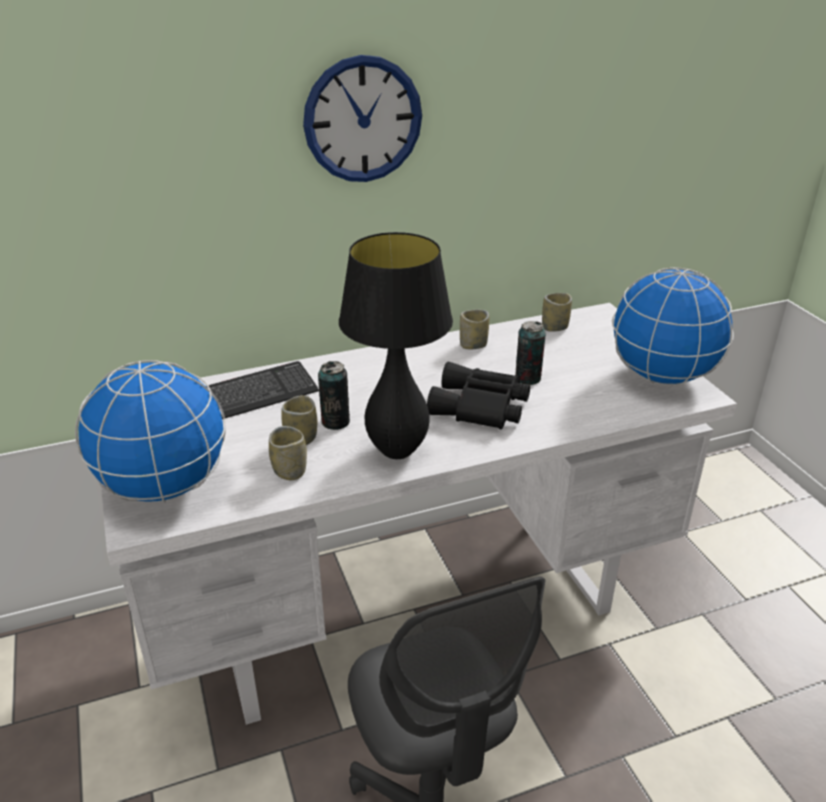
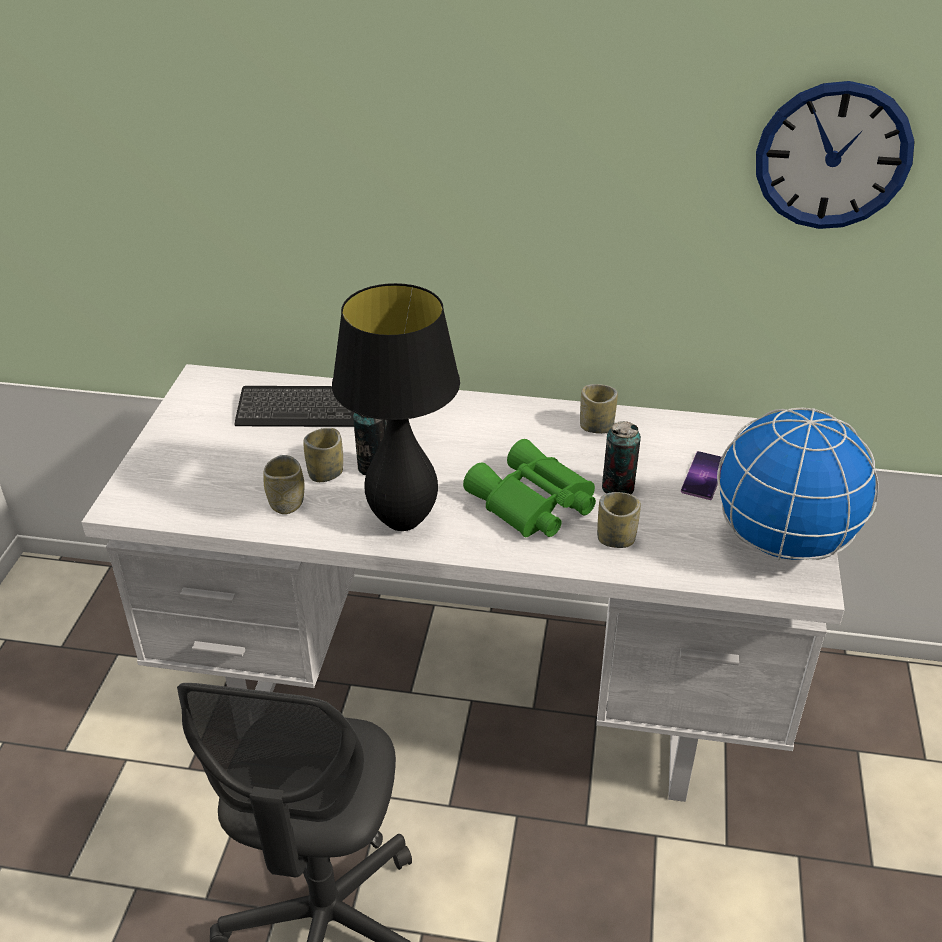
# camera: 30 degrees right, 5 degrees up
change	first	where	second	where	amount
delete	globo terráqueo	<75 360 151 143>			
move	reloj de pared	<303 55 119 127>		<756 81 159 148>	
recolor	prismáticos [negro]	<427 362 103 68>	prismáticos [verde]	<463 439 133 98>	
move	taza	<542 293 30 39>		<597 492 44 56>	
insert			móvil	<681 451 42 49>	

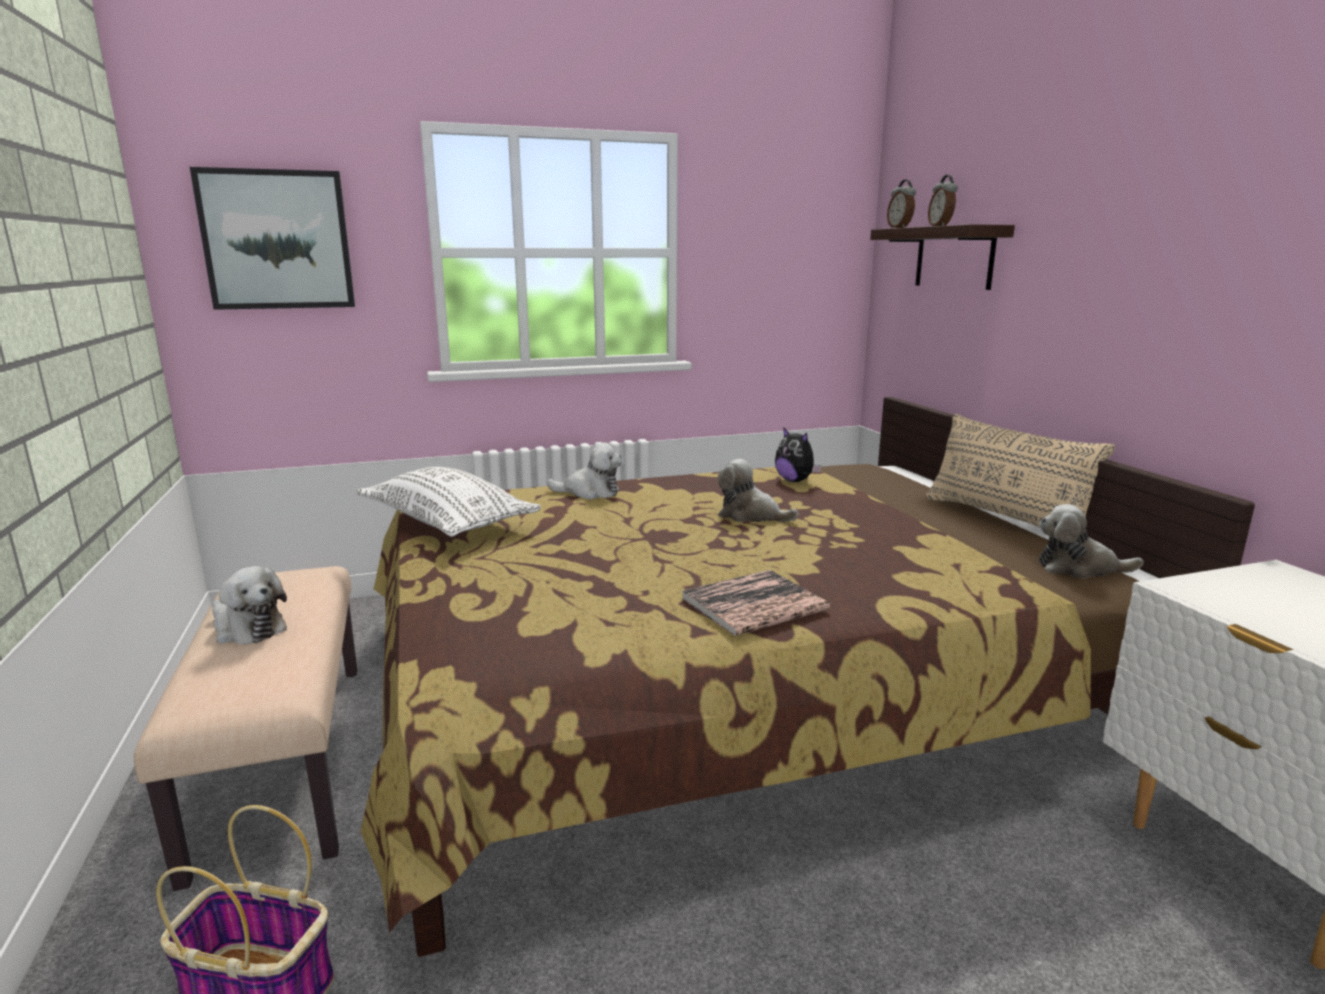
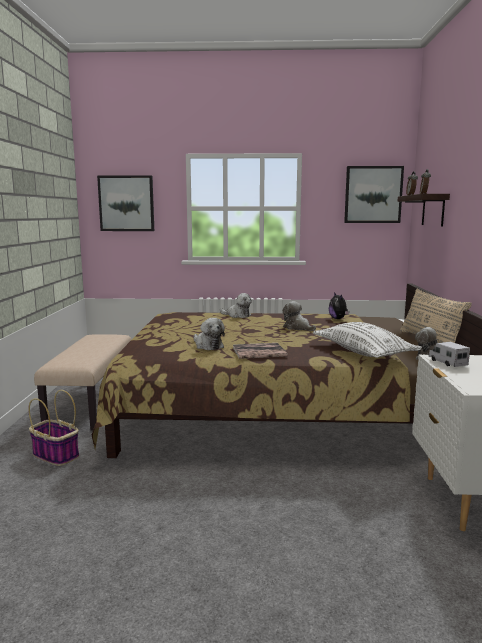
# camera: 20 degrees right, 5 degrees down
change	first	where	second	where	amount
move	peluche	<212 566 75 79>		<194 318 31 32>	
move	cojín [blanco]	<356 467 185 70>		<313 322 109 36>	
insert			cuadro	<344 166 60 57>	
insert			camión de juguete	<429 342 41 25>	

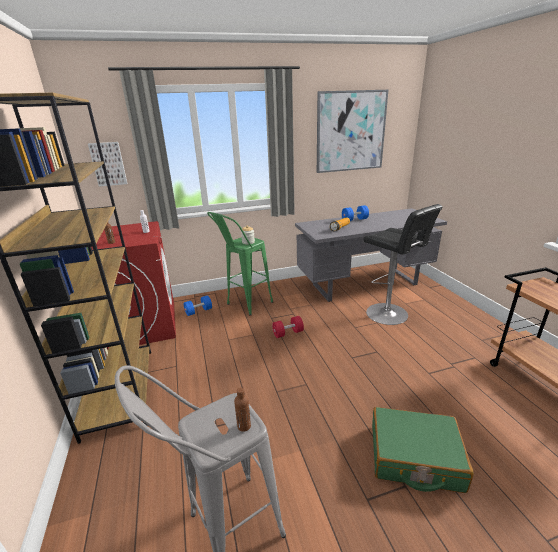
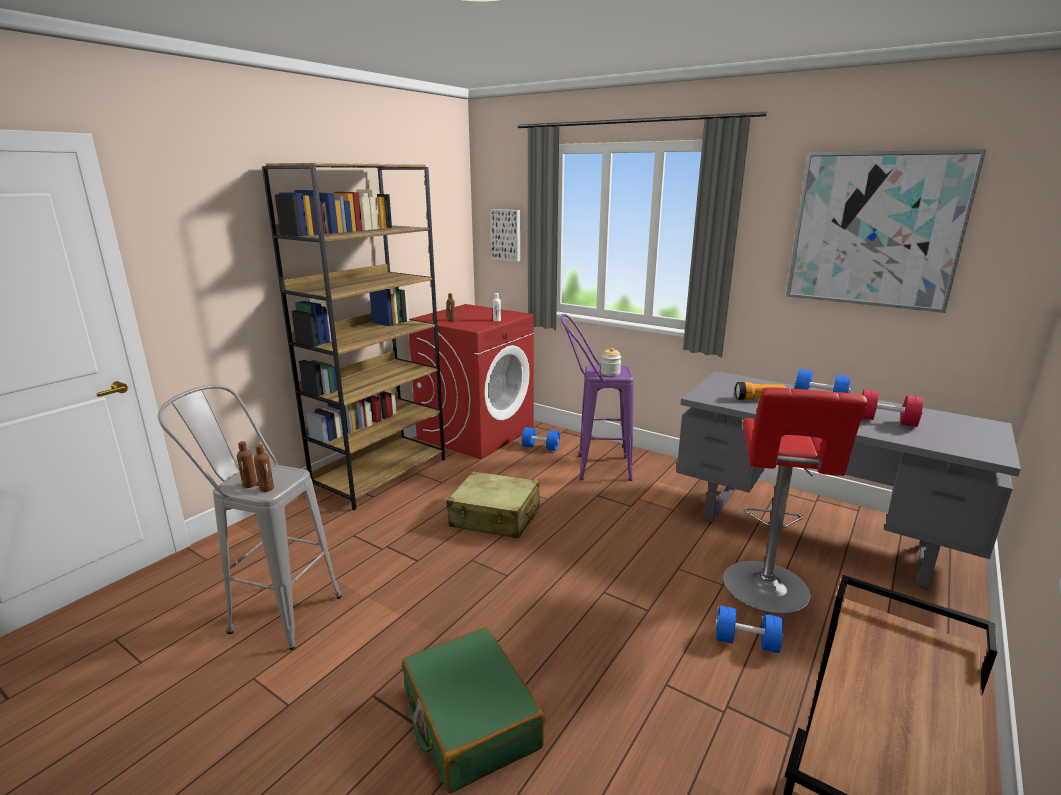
# camera: 50 degrees right, 5 degrees down
change	first	where	second	where	amount
recolor	taburete [verde]	<207 212 66 104>	taburete [morado]	<560 314 74 167>	
move	mancuerna [rojo]	<272 316 32 22>		<862 389 61 38>	
recolor	taburete [negro]	<363 204 80 121>	taburete [rojo]	<723 387 144 227>	
insert			botella [marrón]	<237 441 20 47>	
insert			maleta [beis]	<446 471 94 68>	
insert			mancuerna [azul]	<715 605 68 48>	

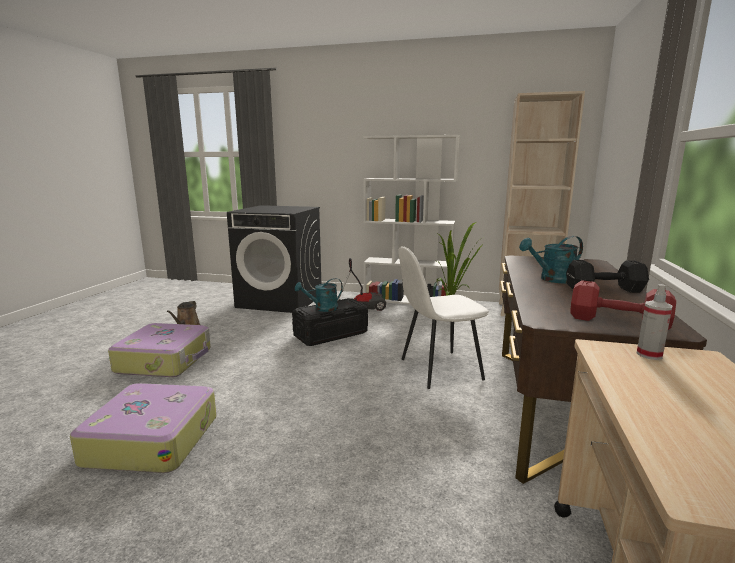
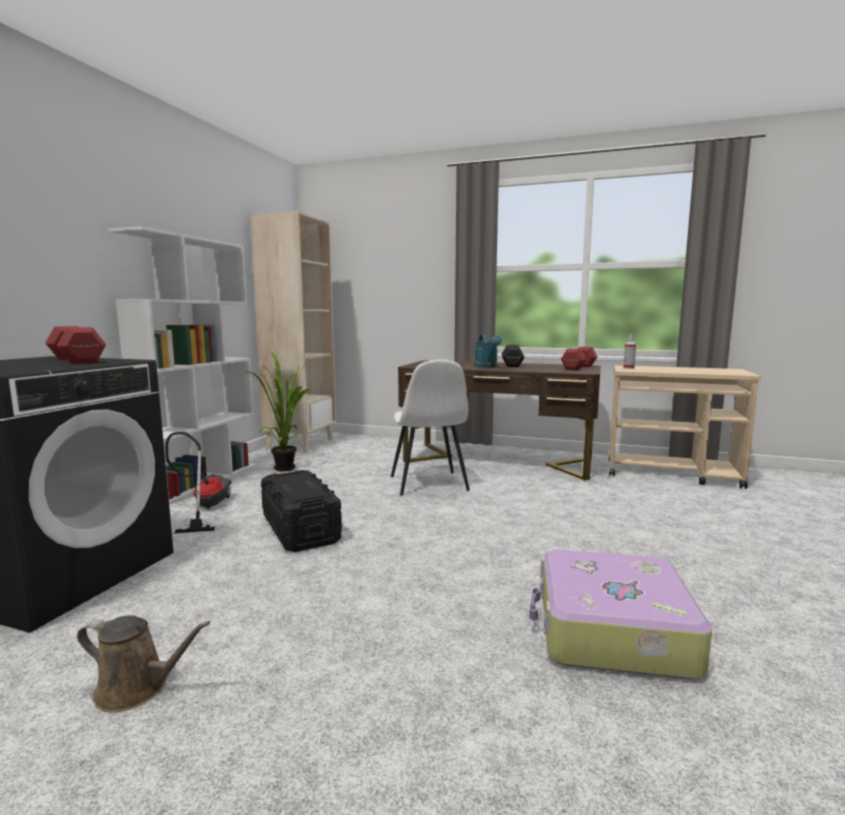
# camera: 85 degrees left, 5 degrees down
change	first	where	second	where	amount
delete	maleta	<108 323 103 54>			
delete	regadera [turquesa]	<295 278 48 34>			
insert			mancuerna [rojo]	<45 326 61 38>	

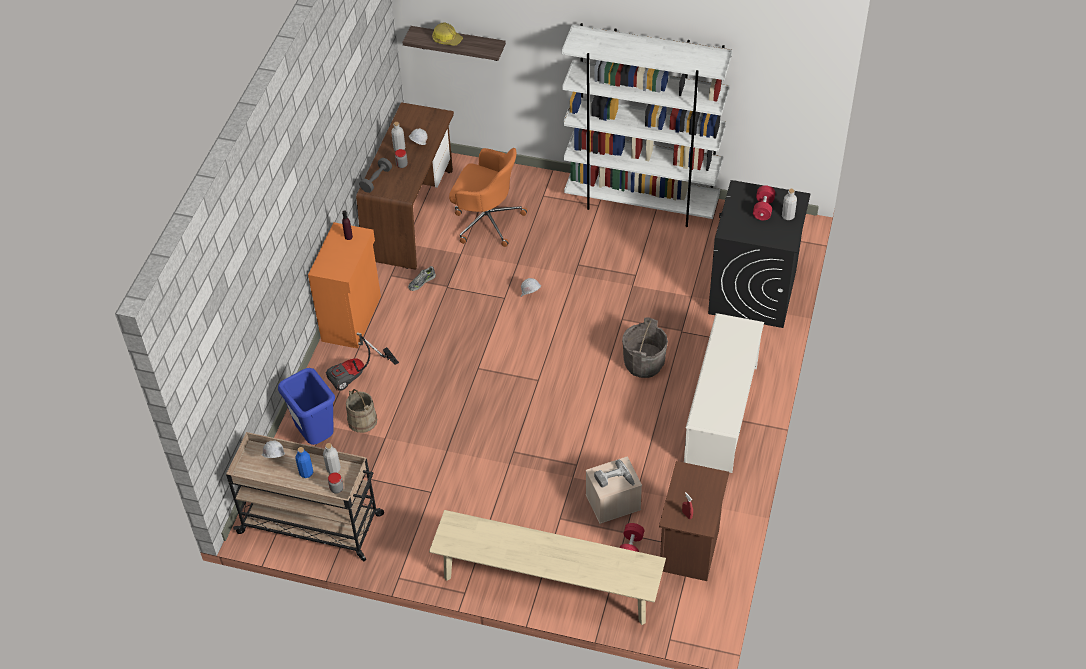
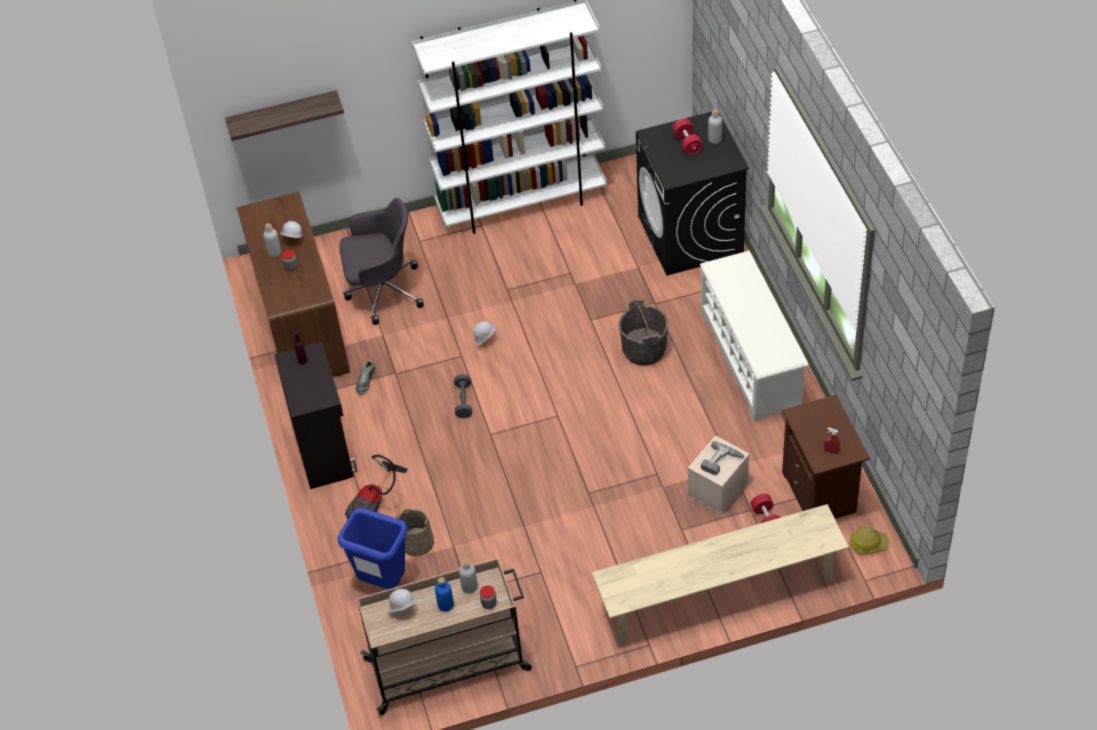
# camera: 30 degrees left, 0 degrees up
change	first	where	second	where	amount
recolor	armario [naranja]	<308 222 73 126>	armario [negro]	<274 342 83 147>	
move	mancuerna [gris]	<359 158 33 35>		<454 374 18 44>	
move	casco	<432 23 31 23>		<849 526 40 28>	
recolor	silla de oficina [naranja]	<449 148 79 99>	silla de oficina [gris]	<340 198 84 127>	

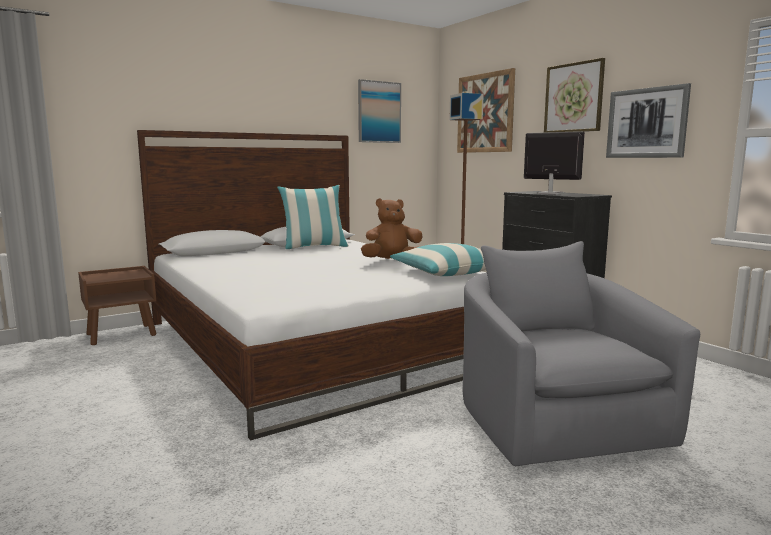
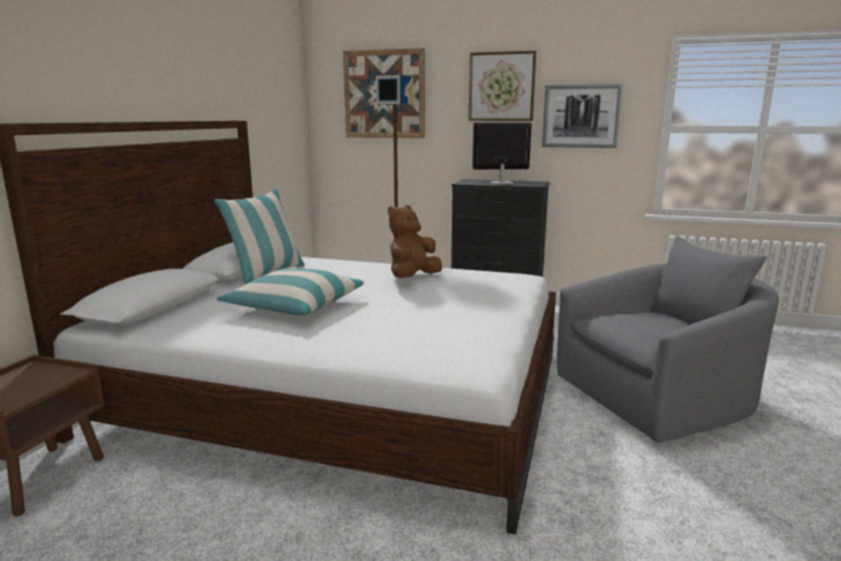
# camera: 40 degrees left, 5 degrees up
change	first	where	second	where	amount
delete	cuadro	<358 79 43 64>			
move	cojín	<390 243 96 33>		<217 268 147 48>	
rotate	sillón [gris]	<463 241 237 225>		<557 236 222 207>	120 degrees clockwise

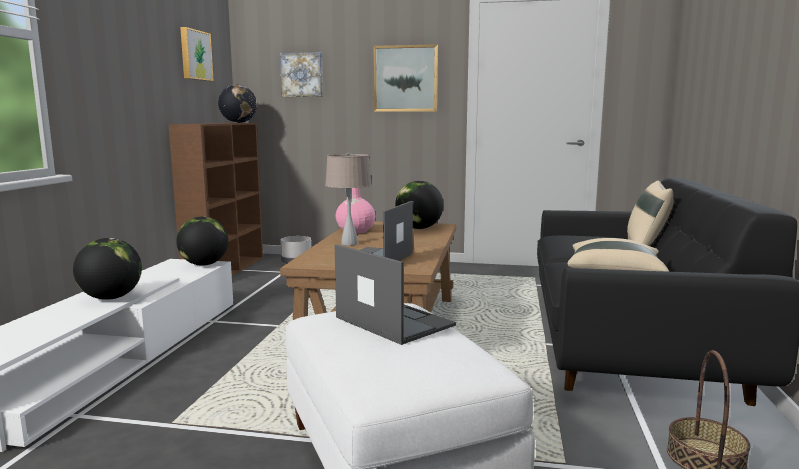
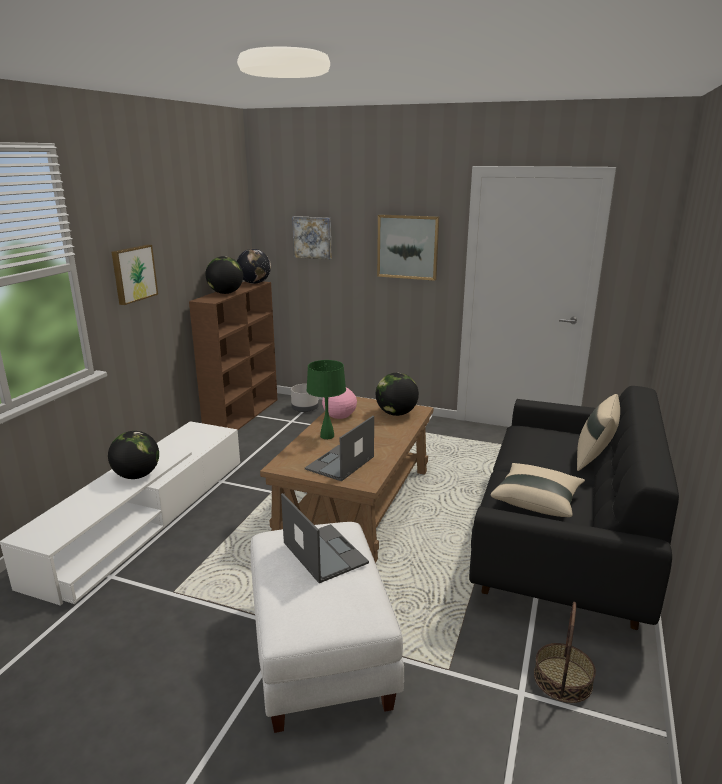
# camera: 10 degrees right, 10 degrees up
change	first	where	second	where	amount
move	globo terráqueo	<176 217 52 49>		<205 256 38 38>	
move	cuadro	<180 27 34 54>		<112 245 46 60>	
recolor	lámpara de mesa [beis]	<325 153 47 93>	lámpara de mesa [verde]	<306 360 40 79>	

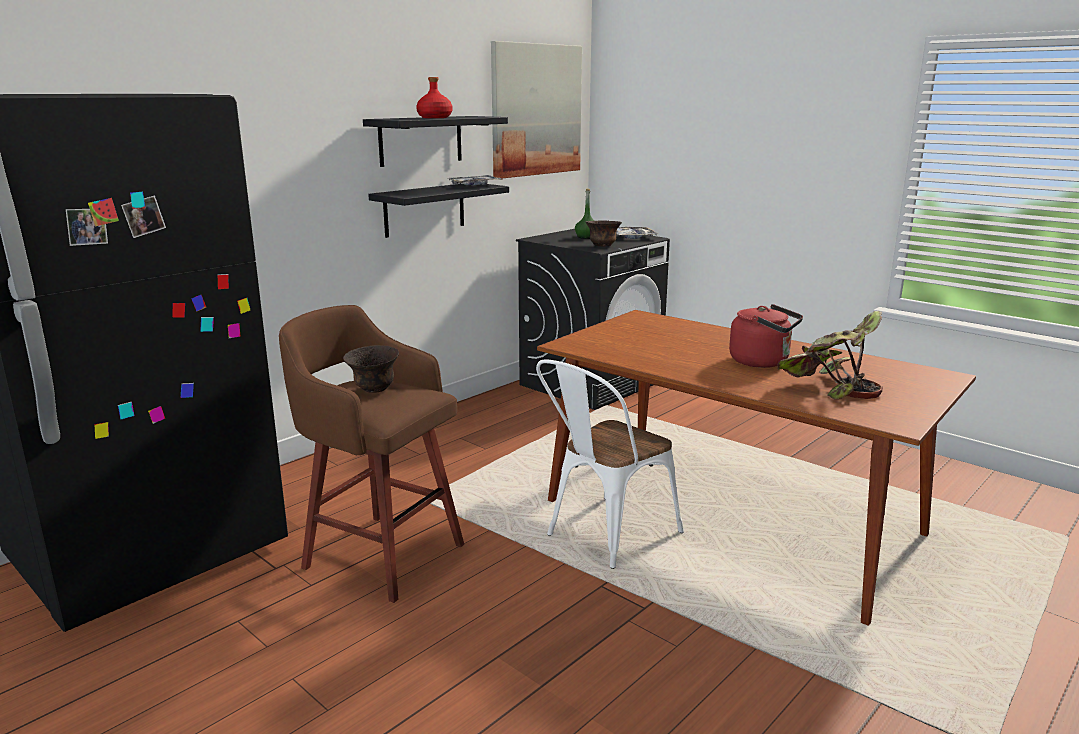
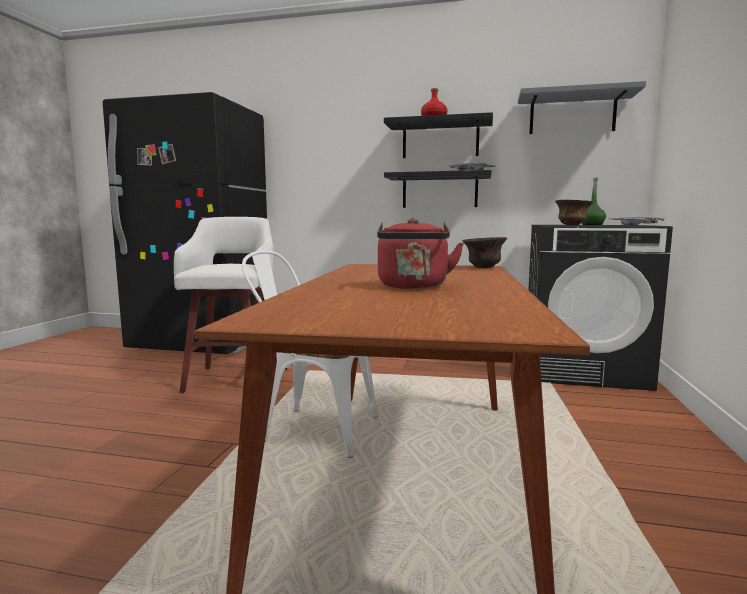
# camera: 60 degrees right, 10 degrees down
change	first	where	second	where	amount
recolor	taburete [marrón]	<279 305 185 298>	taburete [blanco]	<174 217 99 176>	
move	cuenco [marrón]	<343 345 56 48>		<462 237 45 31>	
replace	cuadro	<491 41 91 137>	estante [gris]	<518 81 128 53>	
delete	planta en maceta	<778 311 105 88>			

